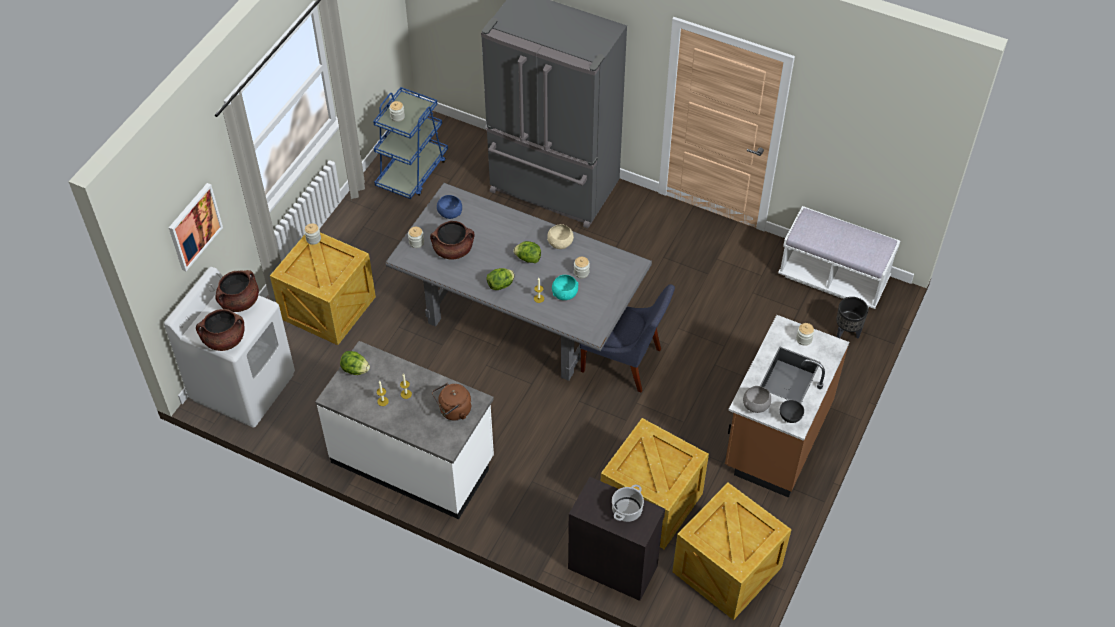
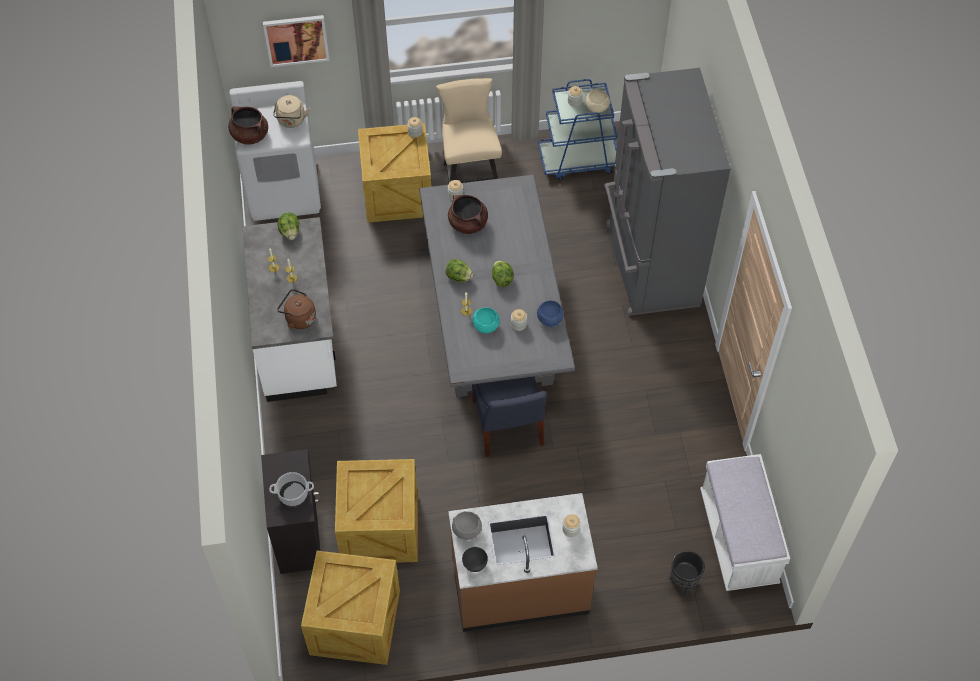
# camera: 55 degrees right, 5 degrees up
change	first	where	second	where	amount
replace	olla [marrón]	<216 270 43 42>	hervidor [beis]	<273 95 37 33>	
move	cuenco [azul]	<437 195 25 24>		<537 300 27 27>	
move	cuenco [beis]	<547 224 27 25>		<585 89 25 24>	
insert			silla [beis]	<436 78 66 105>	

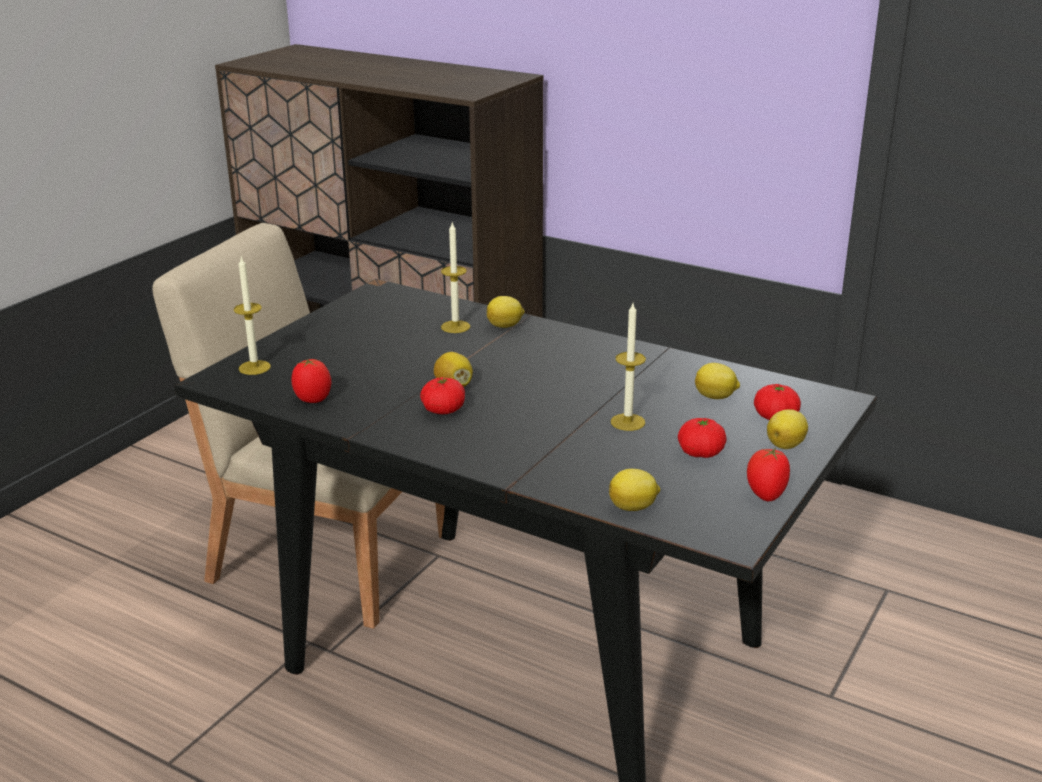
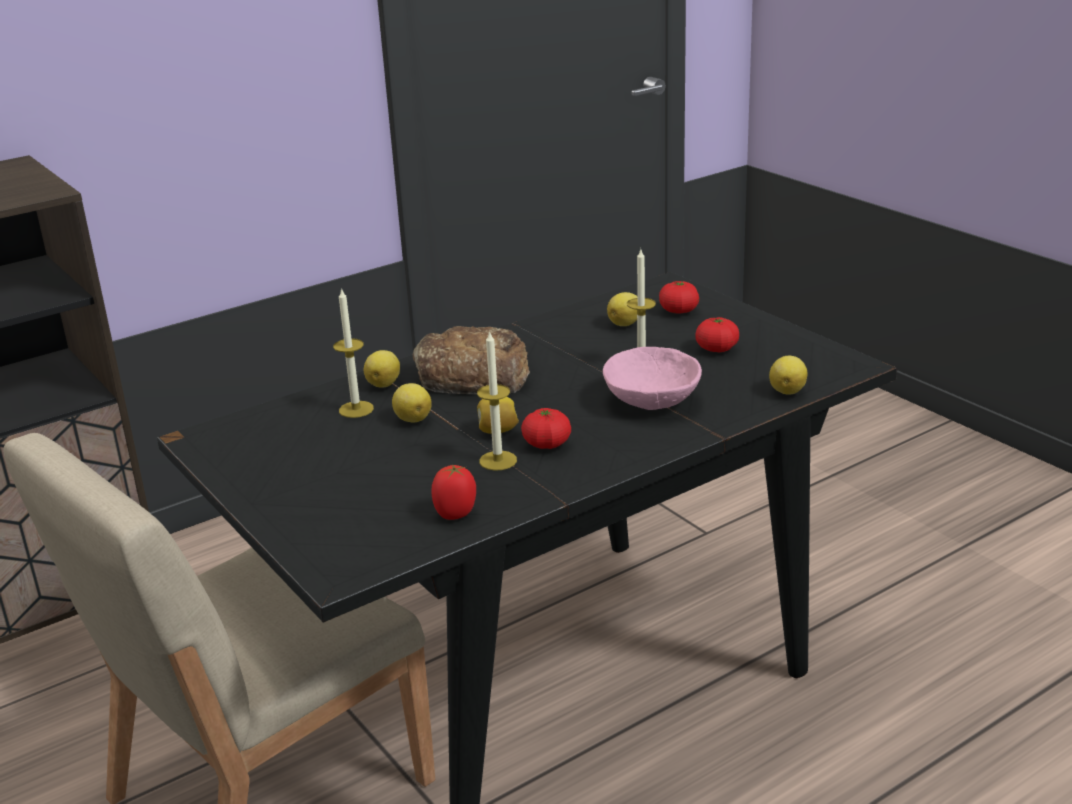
# camera: 65 degrees left, 0 degrees up
change	first	where	second	where	amount
move	vela	<233 257 38 118>		<477 330 40 141>	
delete	tomate	<747 448 43 53>			
move	limón	<767 409 41 40>		<392 383 39 40>	
insert			pan	<413 326 117 68>	
insert			cuenco [rosa]	<603 347 99 63>	

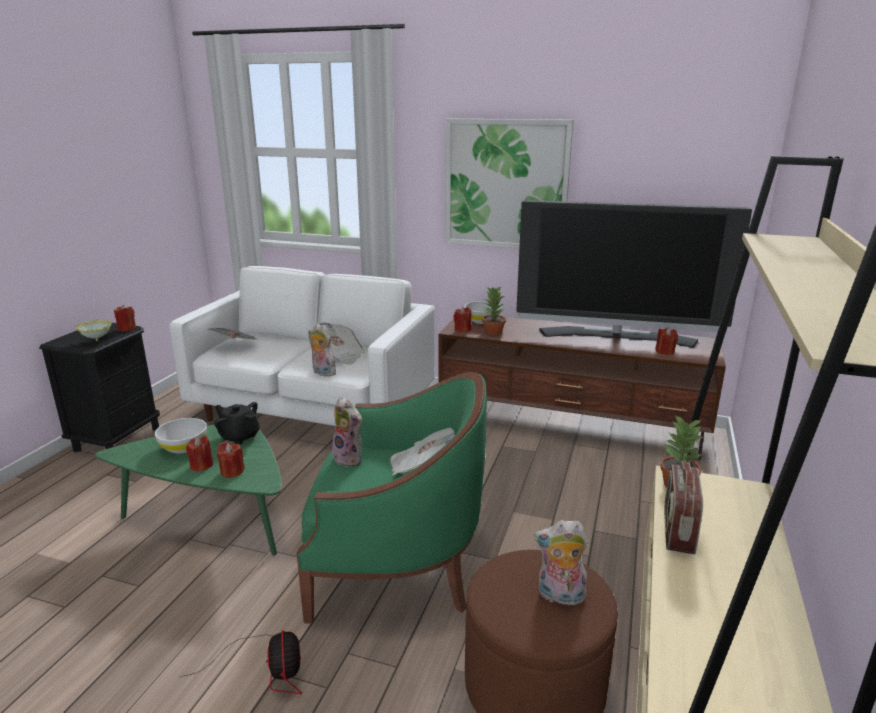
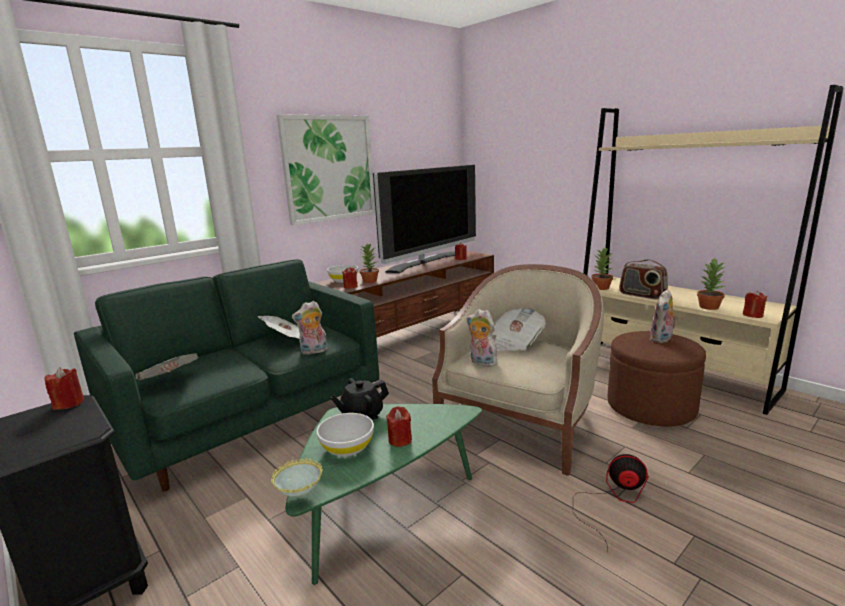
# camera: 60 degrees left, 5 degrees down
change	first	where	second	where	amount
move	cuenco	<76 320 35 21>		<271 458 52 39>	
recolor	sofá [blanco]	<169 266 266 160>	sofá [verde]	<74 259 305 232>	
move	vela [rojo]	<217 441 28 37>		<743 291 24 27>	
recolor	sillón [verde]	<297 372 190 252>	sillón [beis]	<432 264 172 212>	
rotate	peluche	<332 397 30 70>		<467 309 30 58>	120 degrees counterclockwise
insert			planta en maceta	<697 257 29 53>	

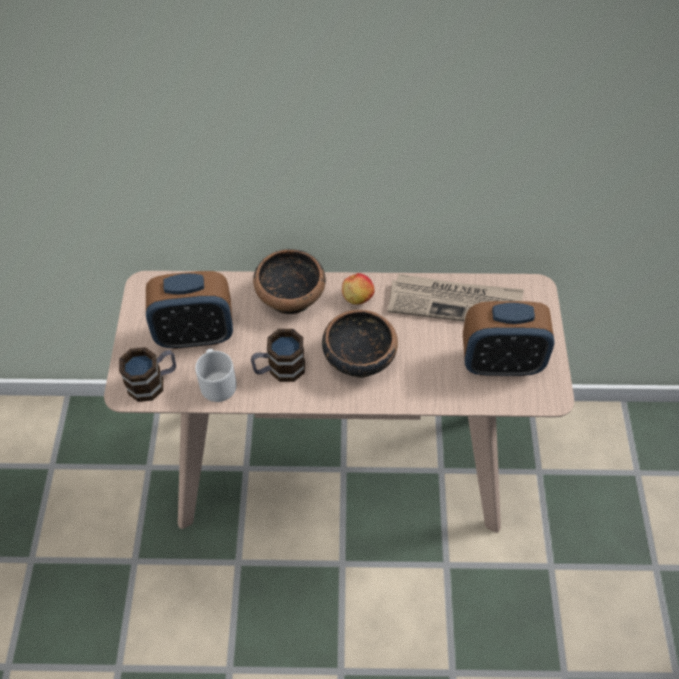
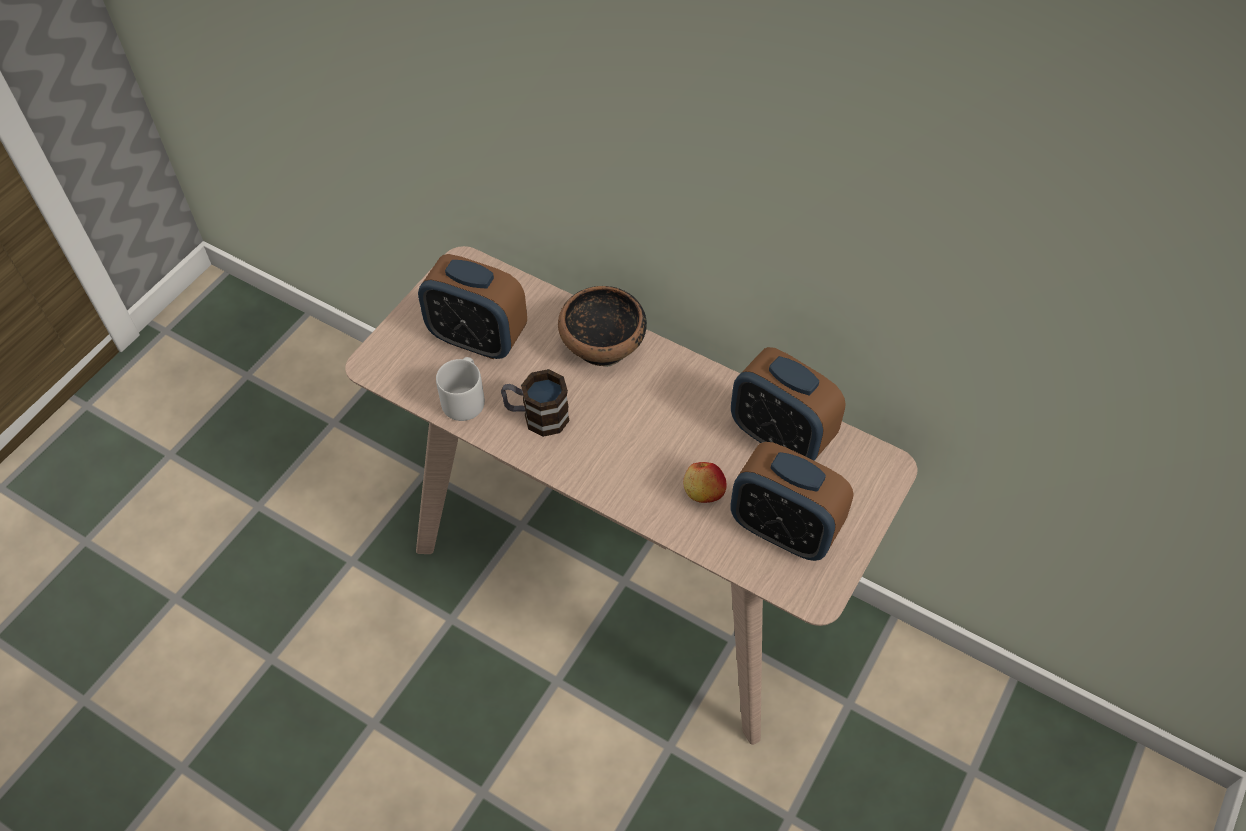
# camera: 30 degrees right, 0 degrees up
change	first	where	second	where	amount
delete	taza grande	<119 347 57 55>			
delete	cuenco	<322 310 76 68>			
move	manzana	<342 273 33 32>		<683 462 44 41>	
replace	periódico	<387 274 137 48>	despertador	<731 347 115 113>	

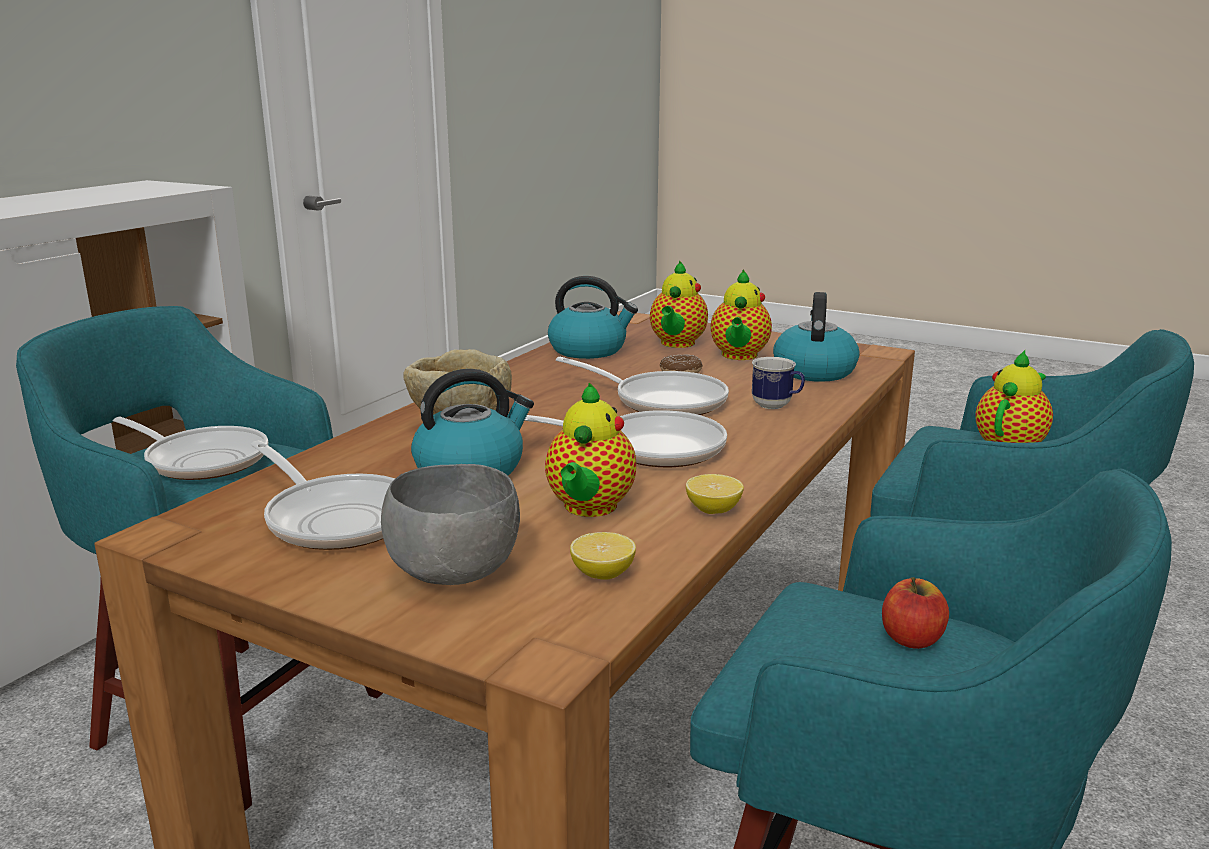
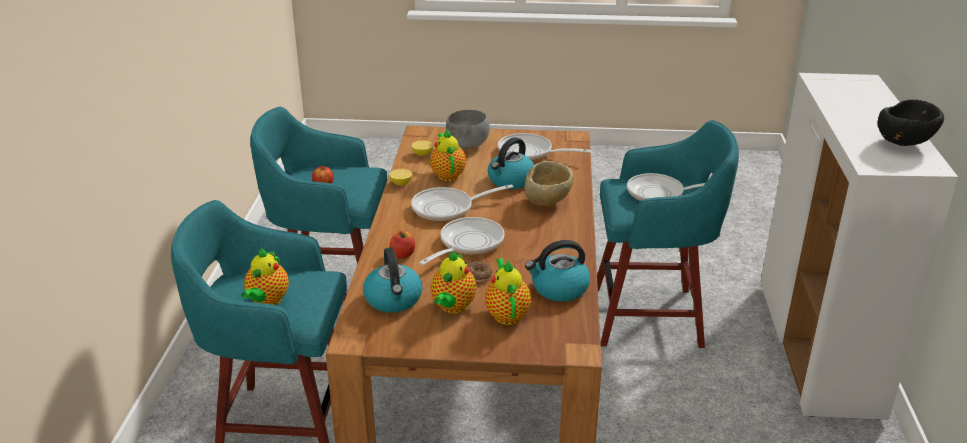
# camera: 155 degrees right, 10 degrees up
change	first	where	second	where	amount
rotate	sartén	<556 357 173 58>		<419 217 86 48>	120 degrees clockwise
rotate	tetera	<711 270 61 90>		<431 251 46 62>	150 degrees counterclockwise
replace	taza grande	<752 357 53 52>	manzana	<390 231 25 28>	
insert			cuenco [negro]	<878 99 66 47>	

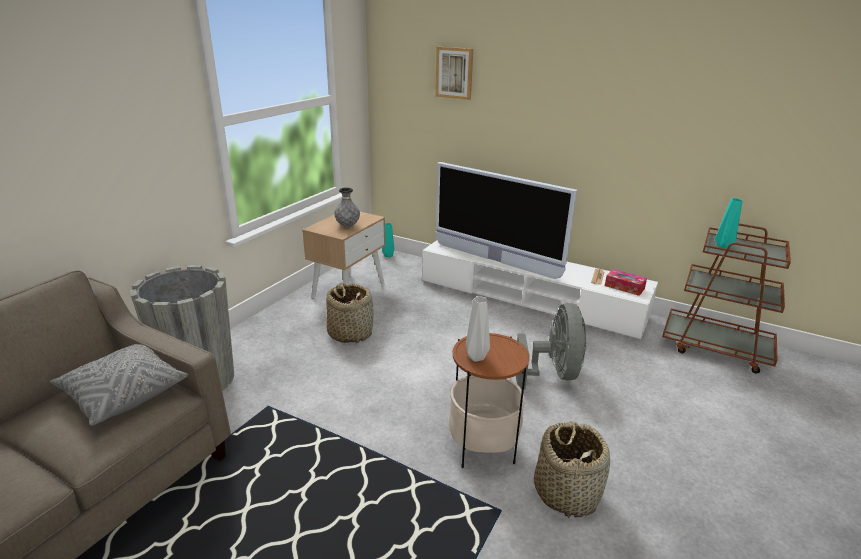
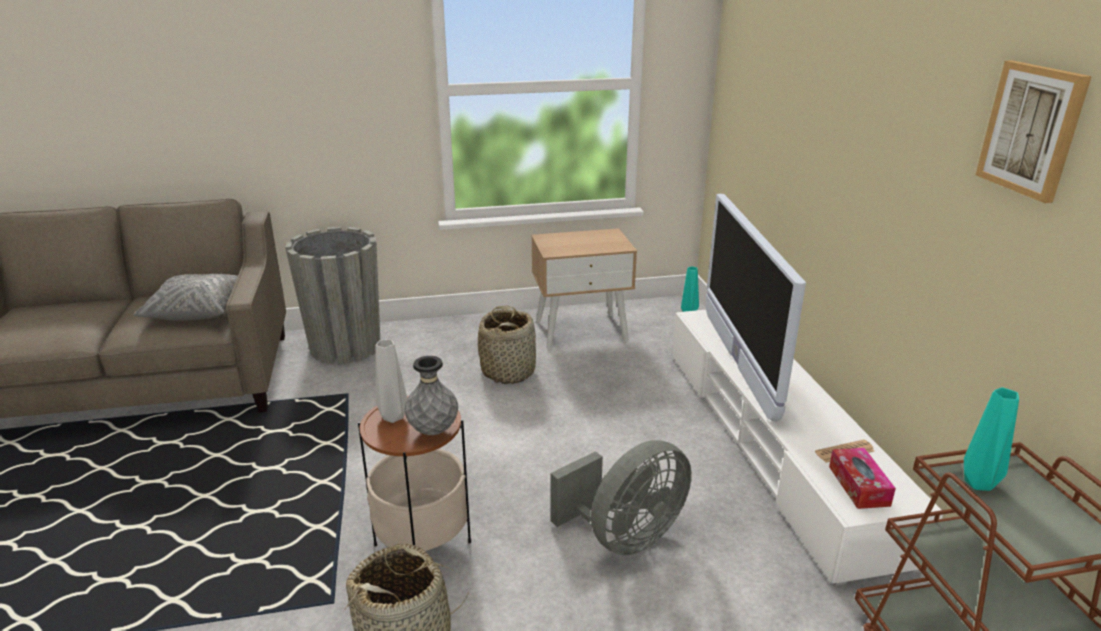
# camera: 50 degrees right, 0 degrees up
change	first	where	second	where	amount
move	florero [gris]	<334 187 26 40>		<404 356 54 79>	
move	cuadro	<435 47 38 53>		<976 60 116 143>	

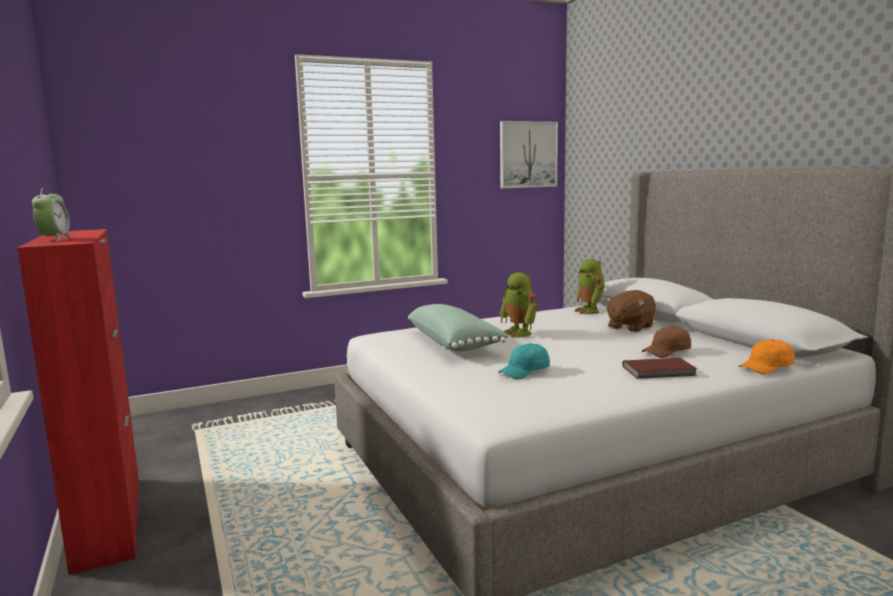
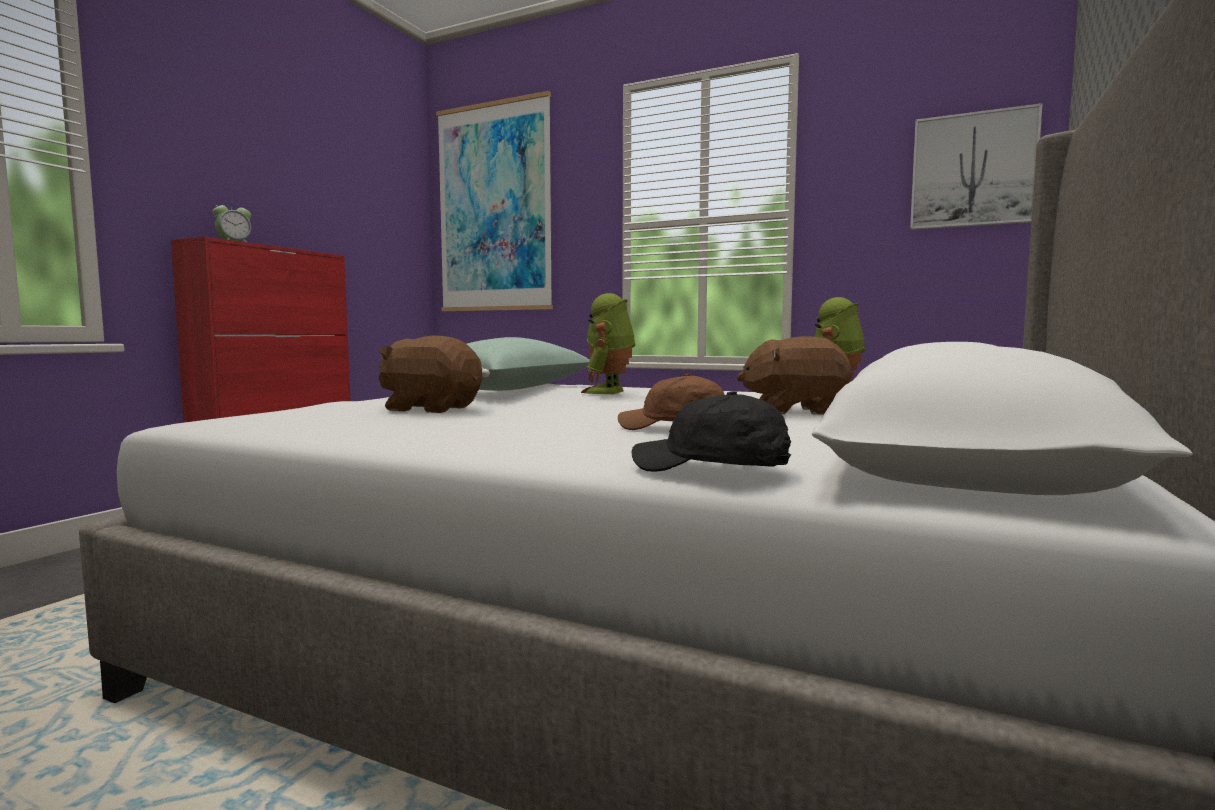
# camera: 50 degrees right, 5 degrees down
change	first	where	second	where	amount
replace	gorra [turquesa]	<498 343 52 36>	peluche [marrón]	<379 336 103 77>	
delete	libro [marrón]	<623 358 74 21>			
recolor	gorra [naranja]	<739 339 56 35>	gorra [negro]	<632 392 159 80>	
insert			cuadro	<436 91 117 220>	

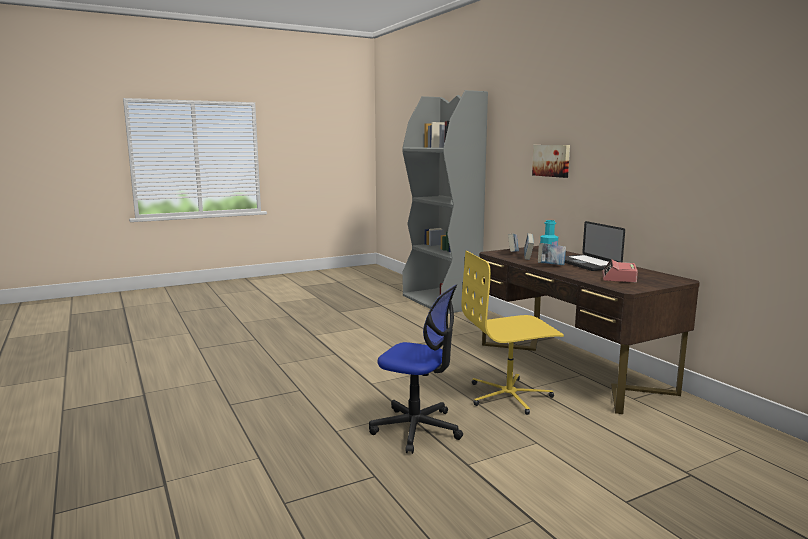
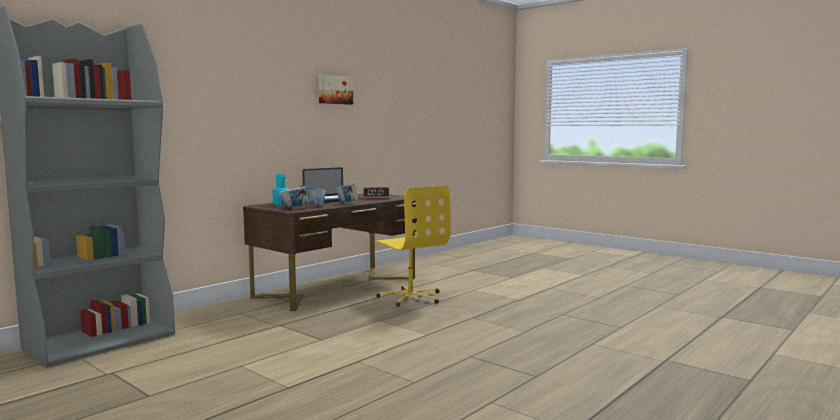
# camera: 110 degrees left, 5 degrees down
change	first	where	second	where	amount
delete	silla de oficina	<369 284 94 170>			
move	cuadro	<532 145 38 33>		<319 75 34 30>	

